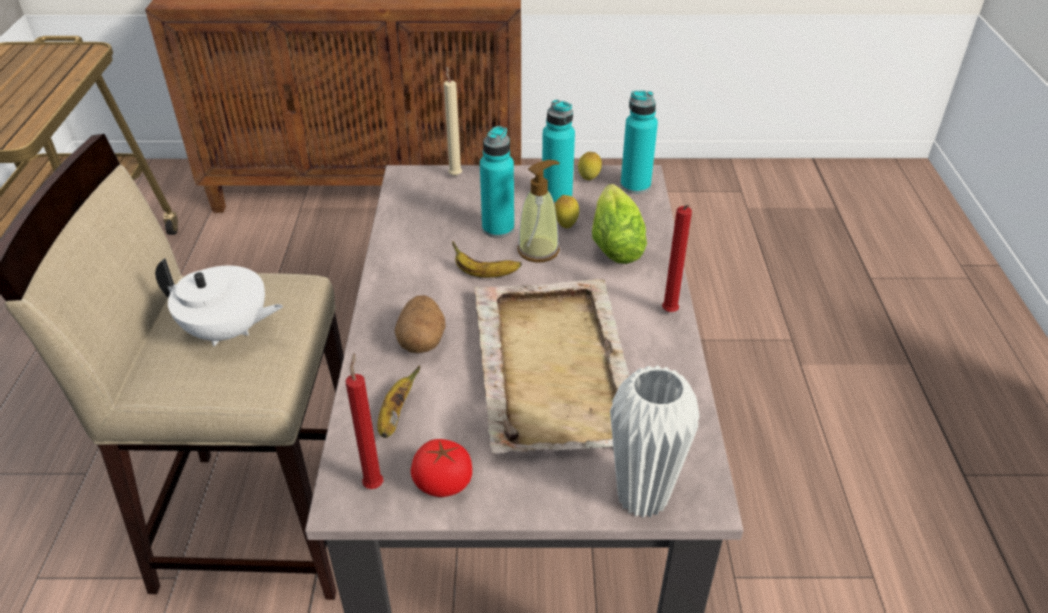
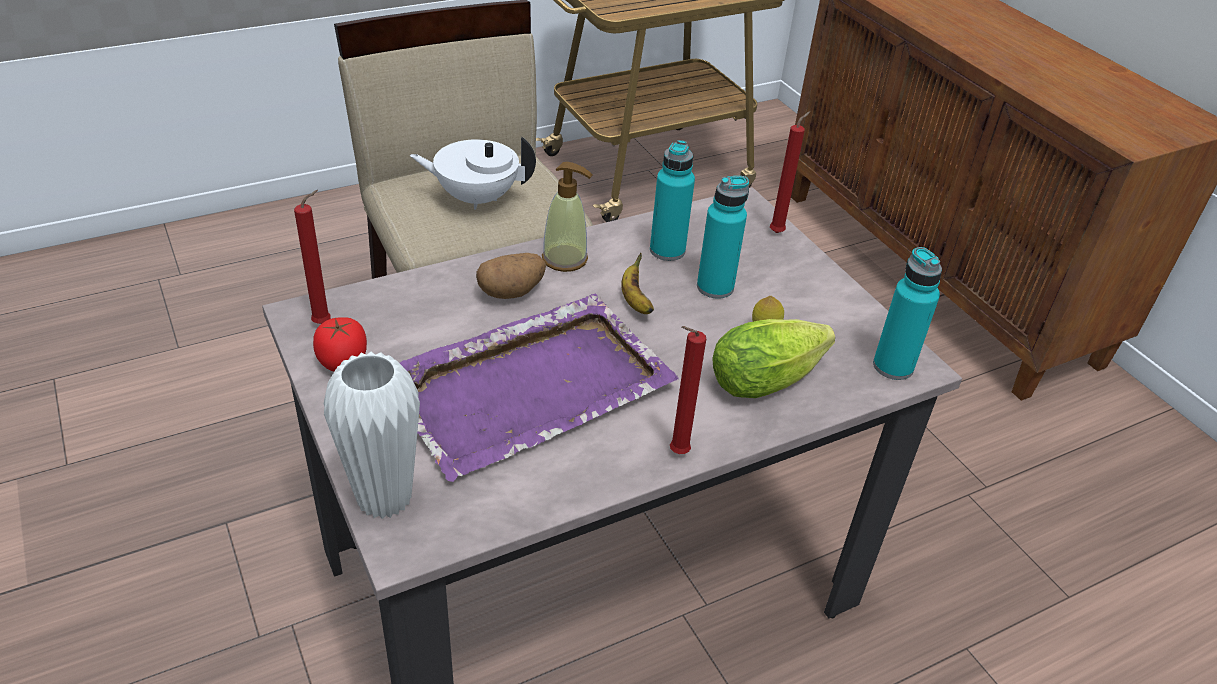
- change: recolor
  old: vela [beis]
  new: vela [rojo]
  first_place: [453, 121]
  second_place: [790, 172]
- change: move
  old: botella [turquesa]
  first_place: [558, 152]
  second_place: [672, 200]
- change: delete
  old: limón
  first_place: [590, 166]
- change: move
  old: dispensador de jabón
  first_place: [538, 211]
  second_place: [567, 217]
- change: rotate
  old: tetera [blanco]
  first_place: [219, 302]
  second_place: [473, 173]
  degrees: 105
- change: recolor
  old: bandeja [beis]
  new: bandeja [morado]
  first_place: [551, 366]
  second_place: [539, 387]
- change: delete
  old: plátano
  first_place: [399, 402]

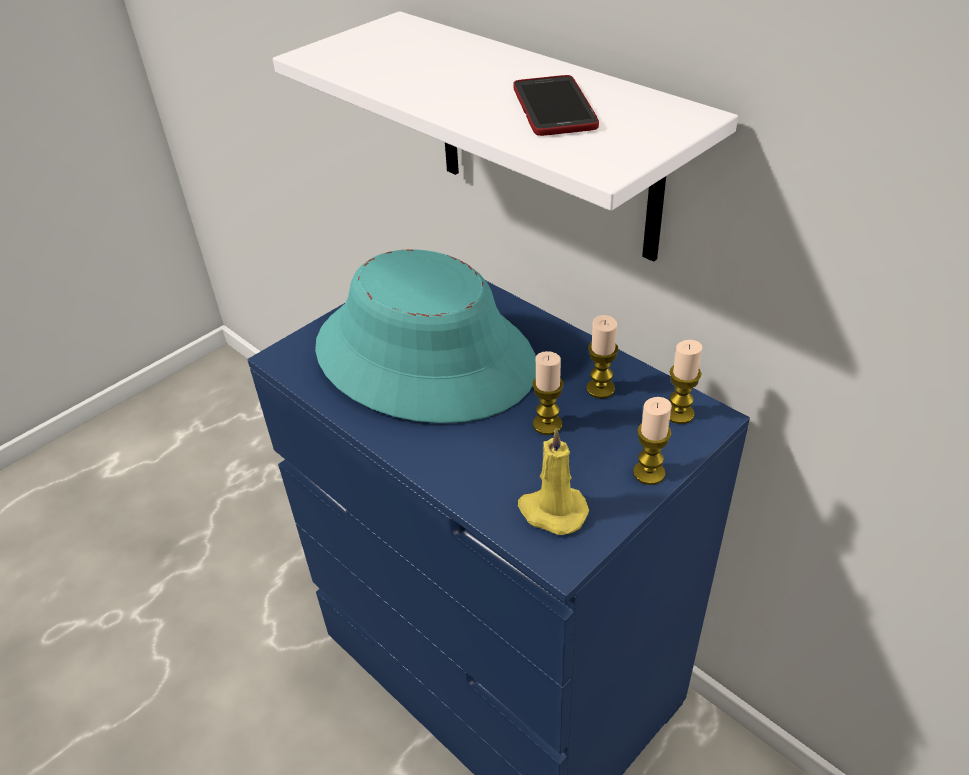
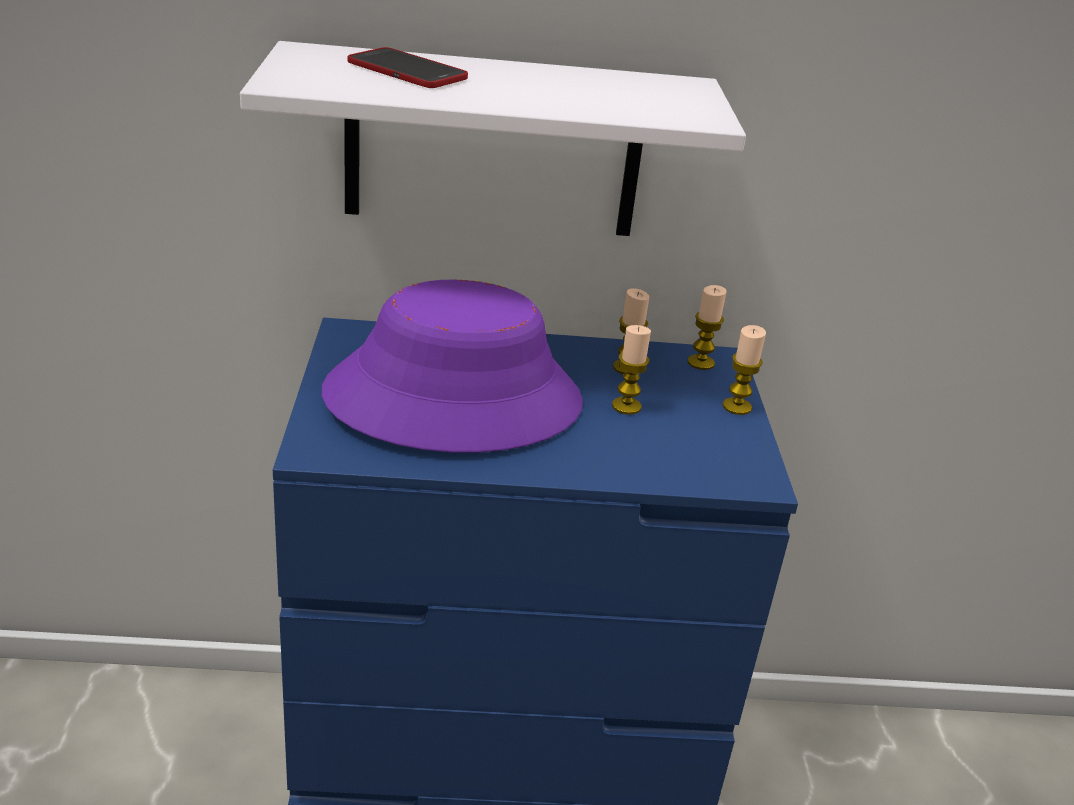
- change: move
  old: móvil
  first_place: [556, 105]
  second_place: [407, 67]
- change: recolor
  old: sombrero [turquesa]
  new: sombrero [morado]
  first_place: [425, 336]
  second_place: [452, 366]
- change: delete
  old: vela [amarillo]
  first_place: [553, 481]

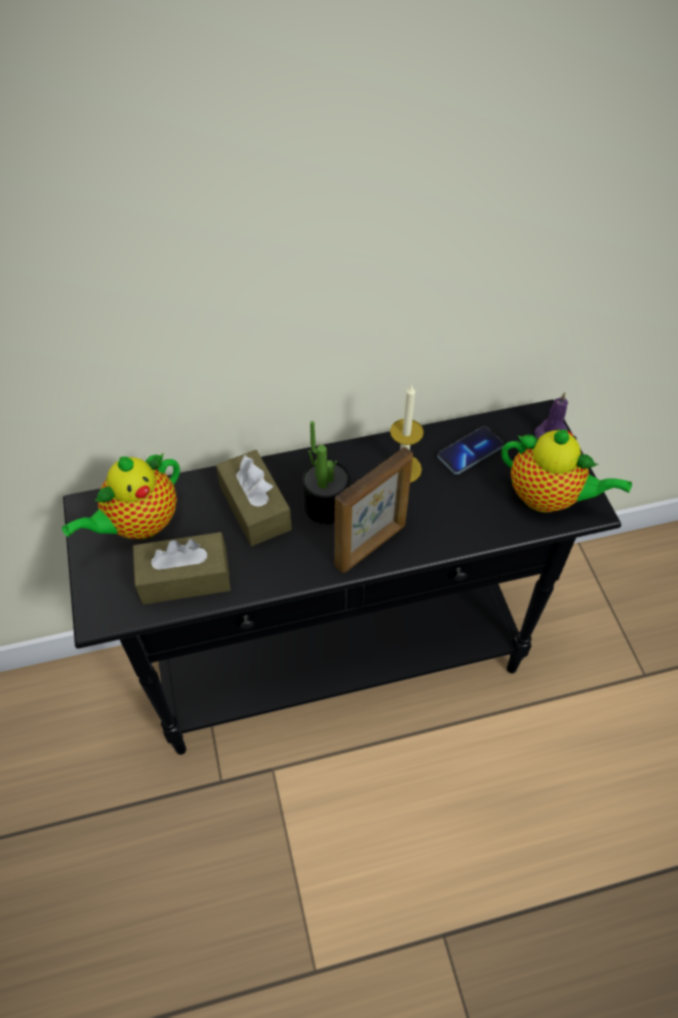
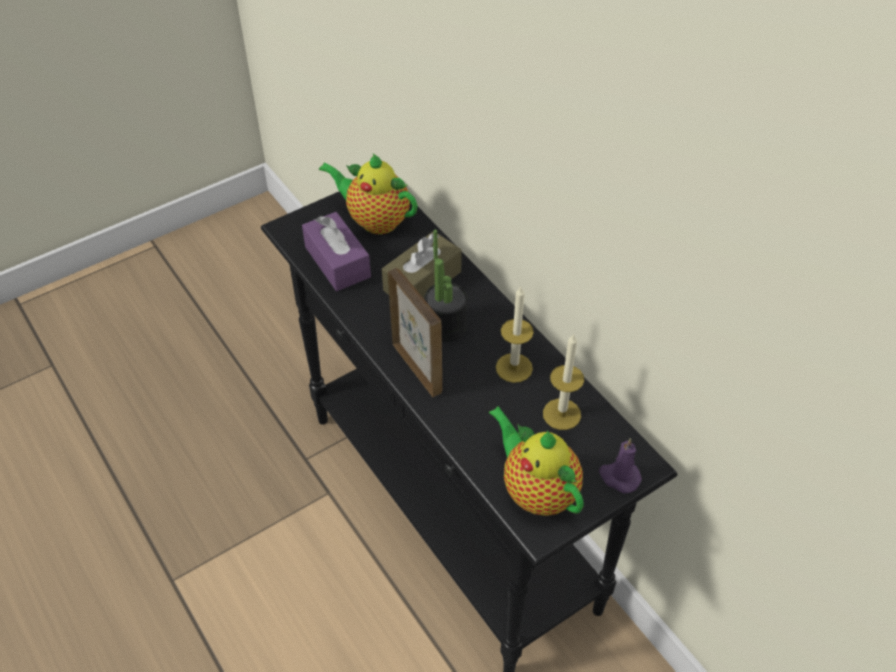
- change: replace
  old: móvil
  new: vela
  first_place: [470, 450]
  second_place: [563, 381]
- change: rotate
  old: tetera
  first_place: [566, 470]
  second_place: [536, 461]
  degrees: 135
- change: rotate
  old: portarretratos
  first_place: [373, 510]
  second_place: [415, 332]
  degrees: -150
- change: recolor
  old: caja de pañuelos [marrón]
  new: caja de pañuelos [morado]
  first_place: [182, 568]
  second_place: [336, 251]

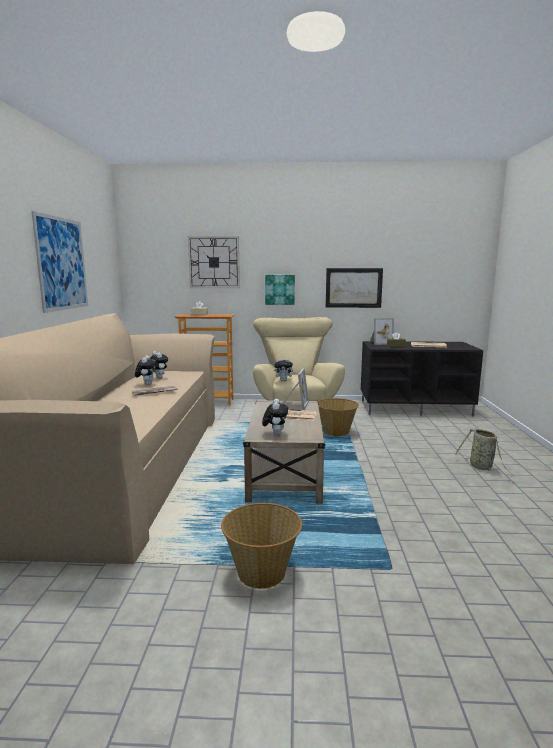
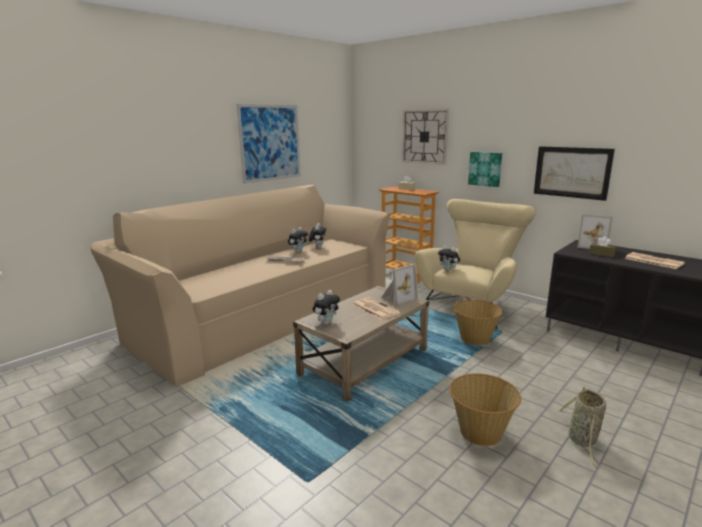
- change: move
  old: cesta
  first_place: [261, 546]
  second_place: [485, 409]

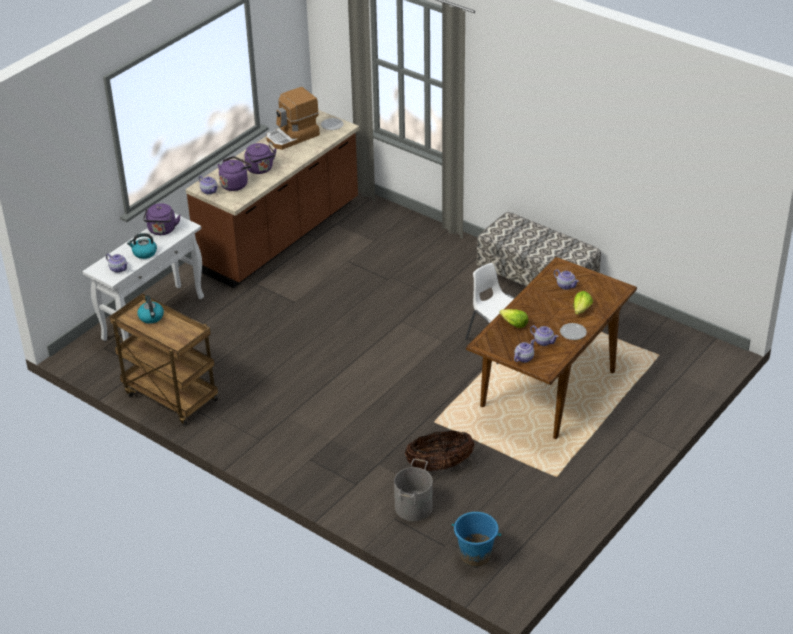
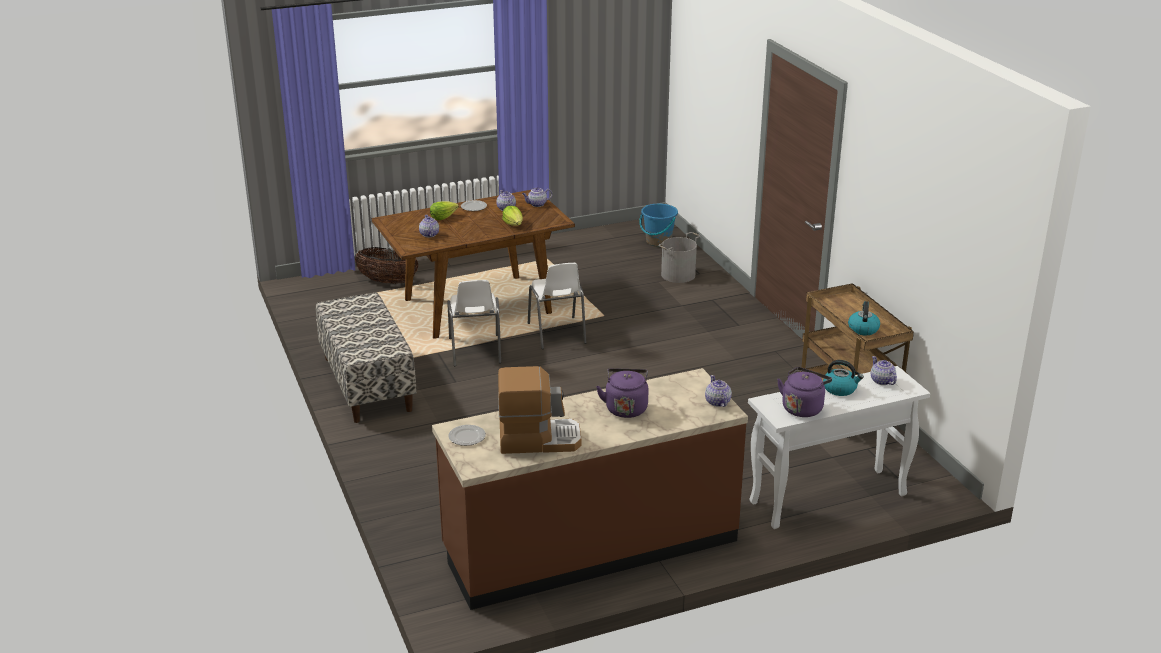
- change: delete
  old: hervidor [morado]
  first_place: [235, 173]
- change: move
  old: cesta
  first_place: [440, 450]
  second_place: [386, 265]
- change: insert
  new: silla [blanco]
  second_place: [557, 306]

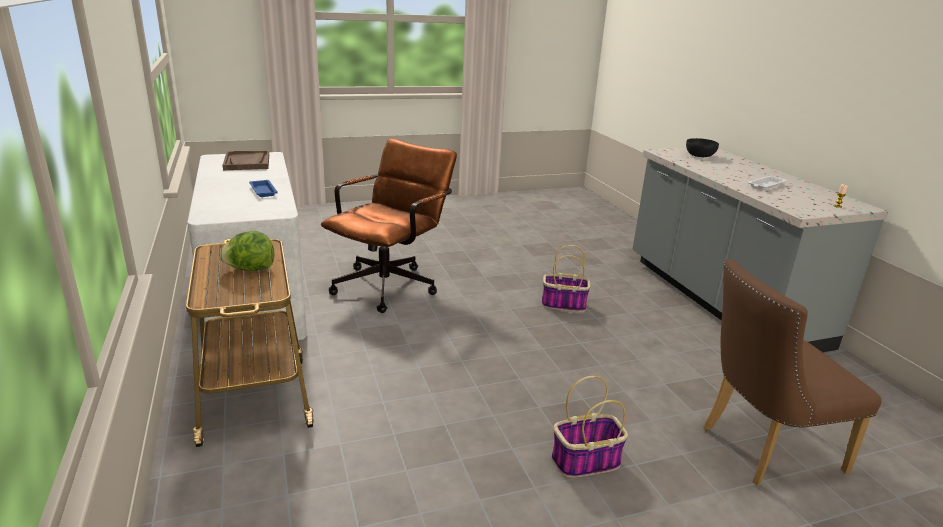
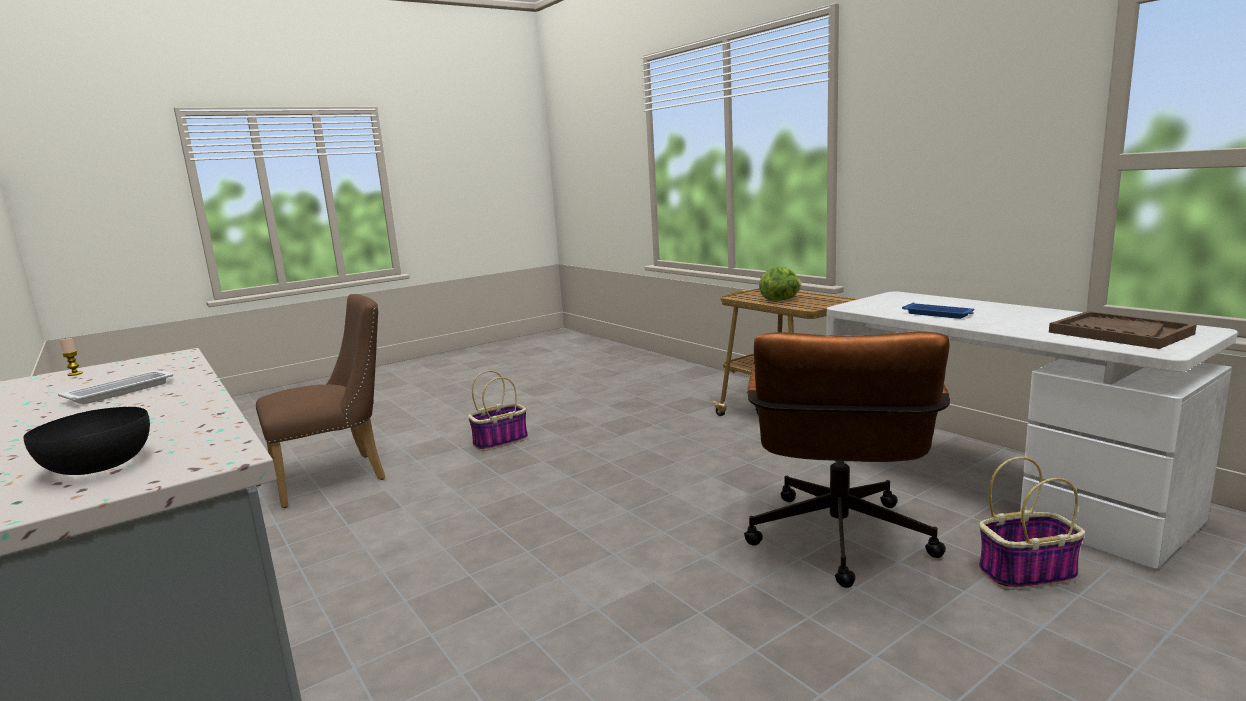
- change: move
  old: cesta
  first_place: [566, 278]
  second_place: [1032, 523]

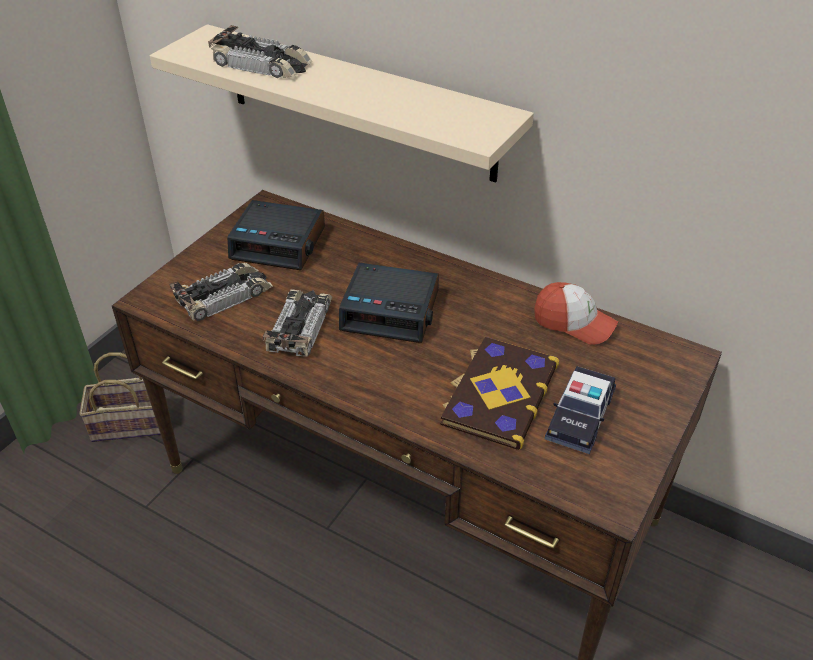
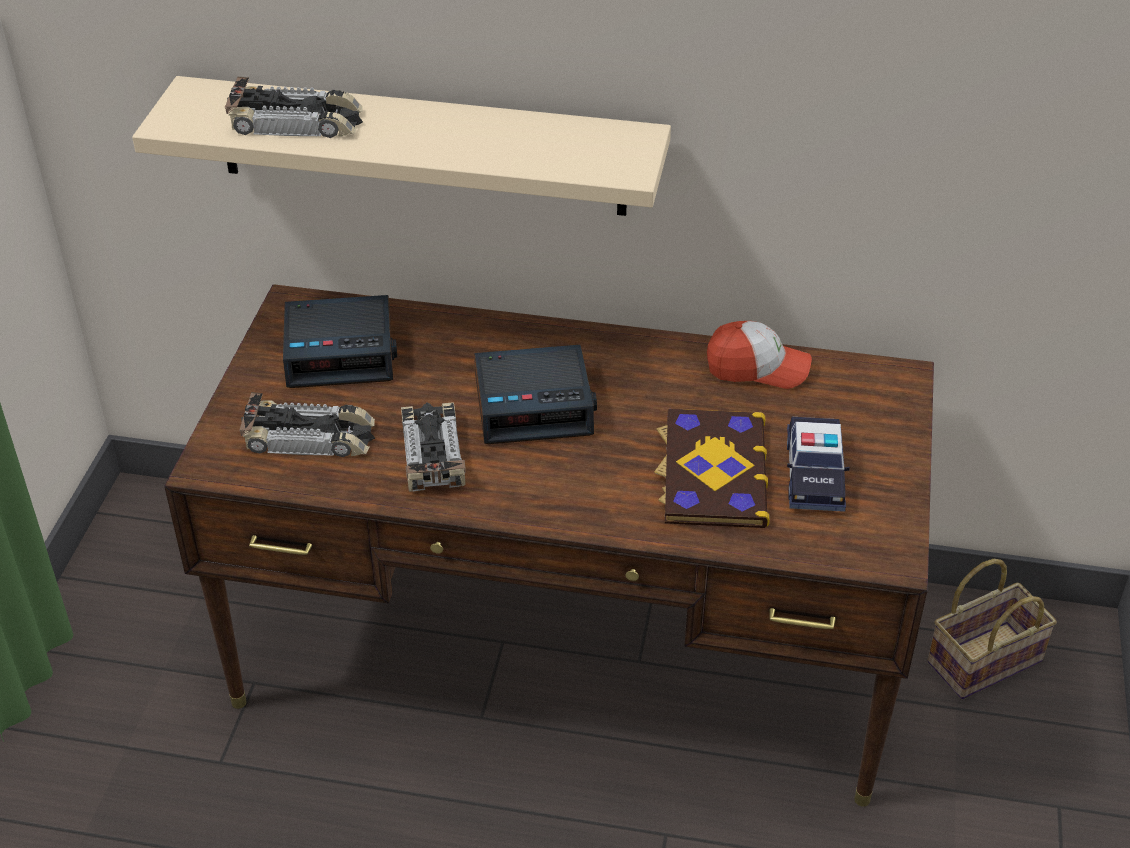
- change: rotate
  old: coche de juguete
  first_place: [221, 292]
  second_place: [307, 424]
  degrees: 60
- change: move
  old: cesta
  first_place: [120, 397]
  second_place: [992, 629]

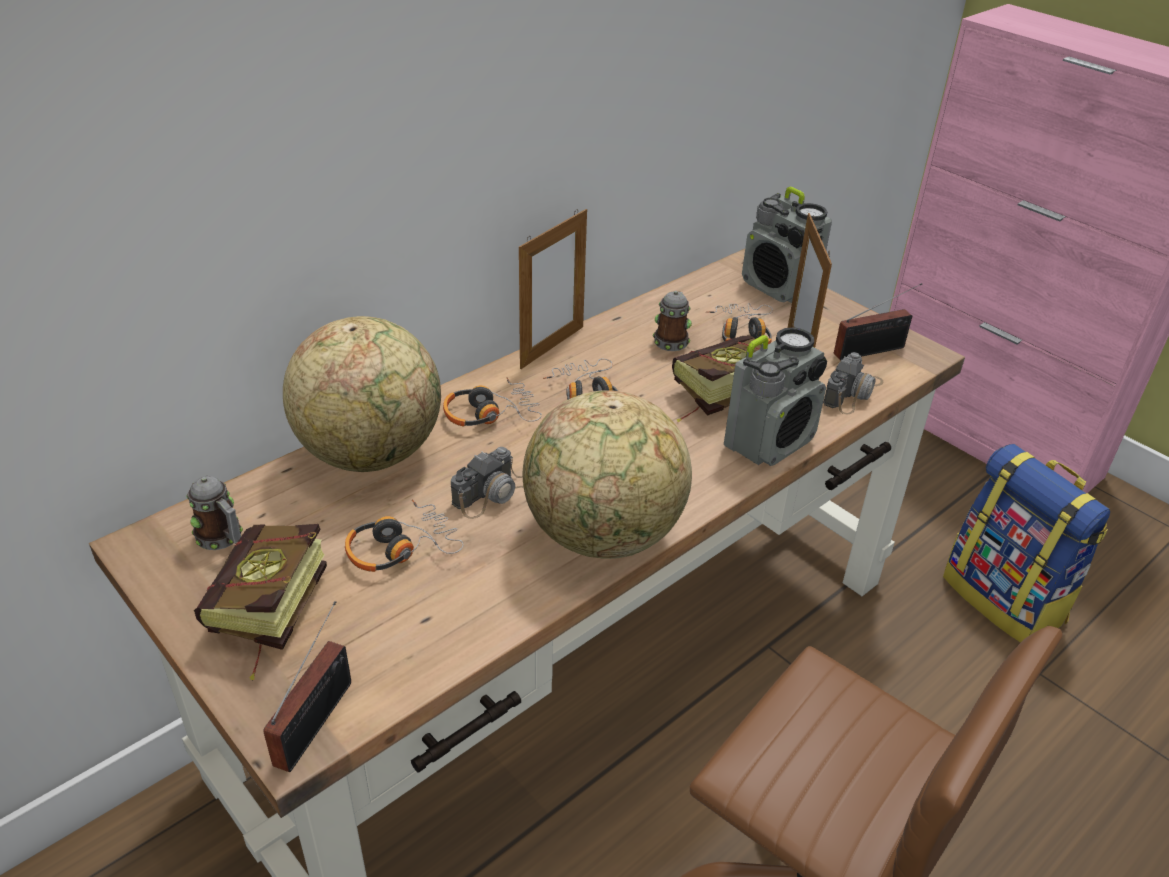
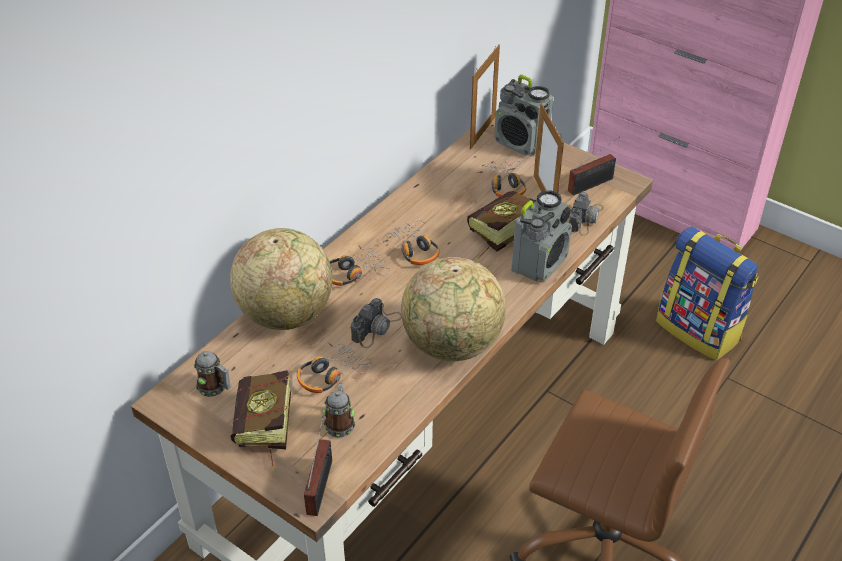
- change: move
  old: portarretratos
  first_place: [553, 289]
  second_place: [485, 97]
- change: move
  old: taza grande
  first_place: [672, 321]
  second_place: [339, 411]

